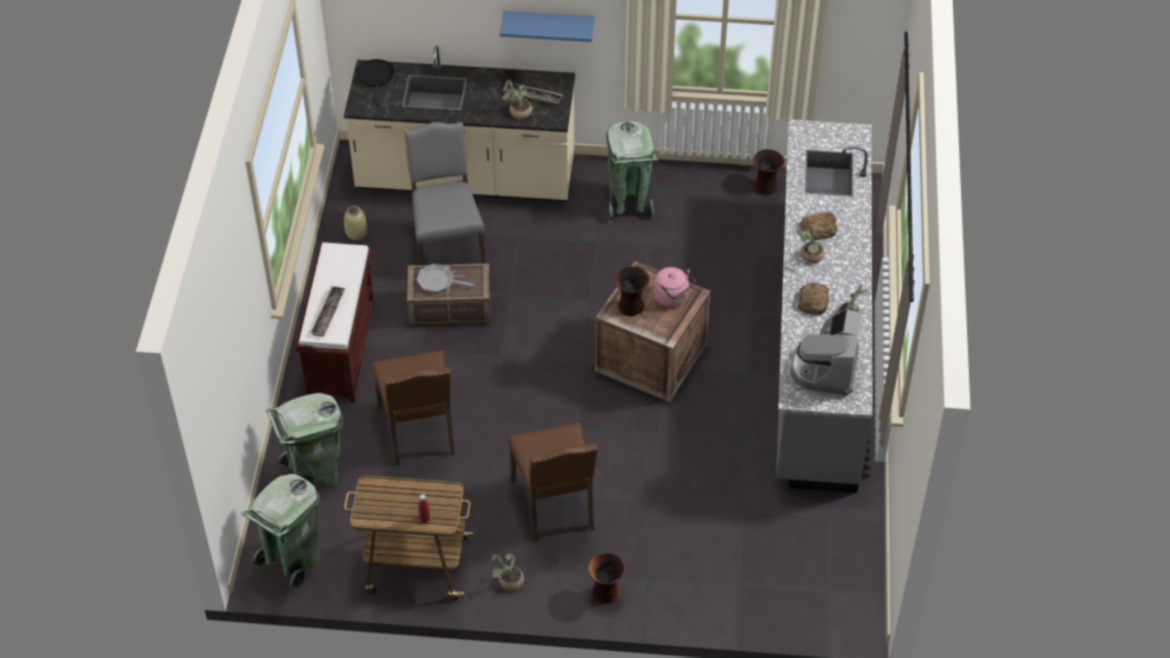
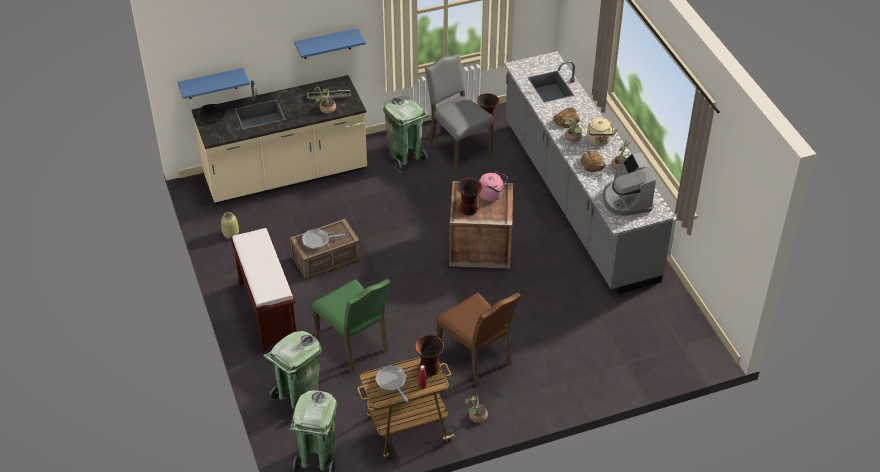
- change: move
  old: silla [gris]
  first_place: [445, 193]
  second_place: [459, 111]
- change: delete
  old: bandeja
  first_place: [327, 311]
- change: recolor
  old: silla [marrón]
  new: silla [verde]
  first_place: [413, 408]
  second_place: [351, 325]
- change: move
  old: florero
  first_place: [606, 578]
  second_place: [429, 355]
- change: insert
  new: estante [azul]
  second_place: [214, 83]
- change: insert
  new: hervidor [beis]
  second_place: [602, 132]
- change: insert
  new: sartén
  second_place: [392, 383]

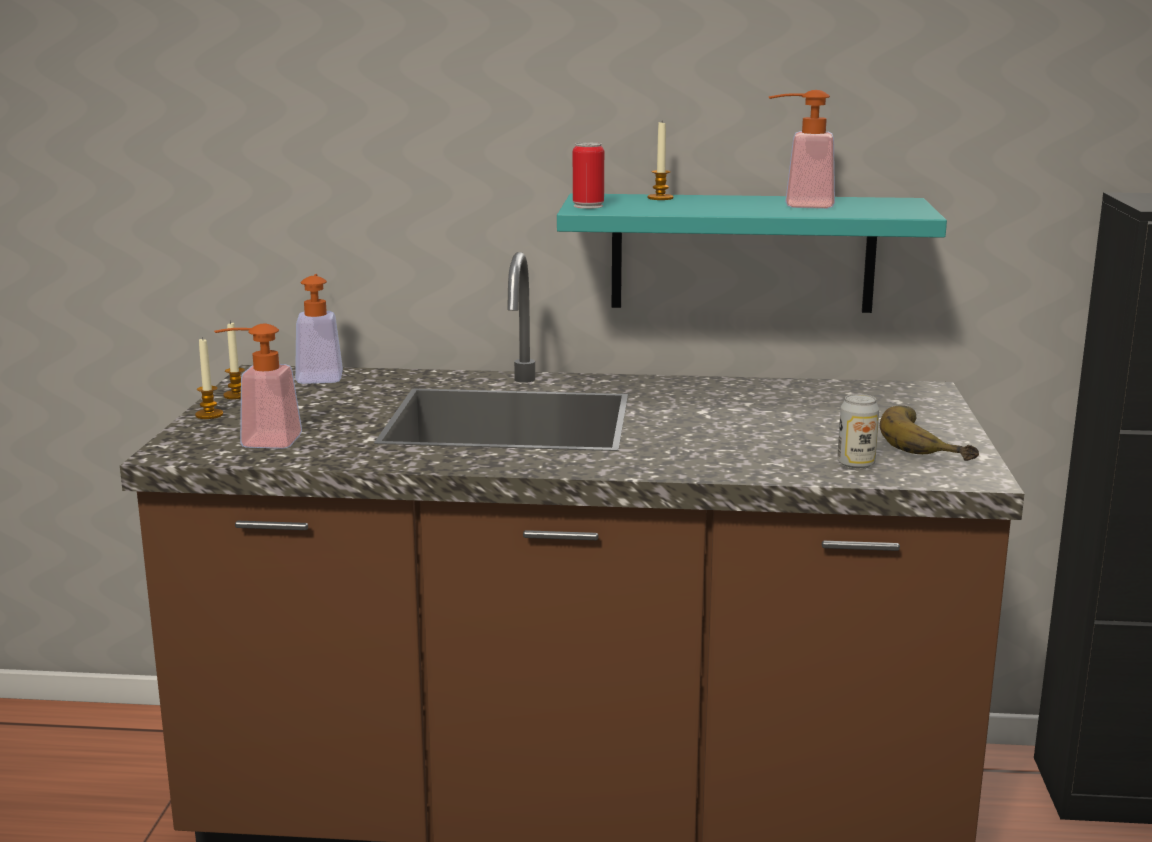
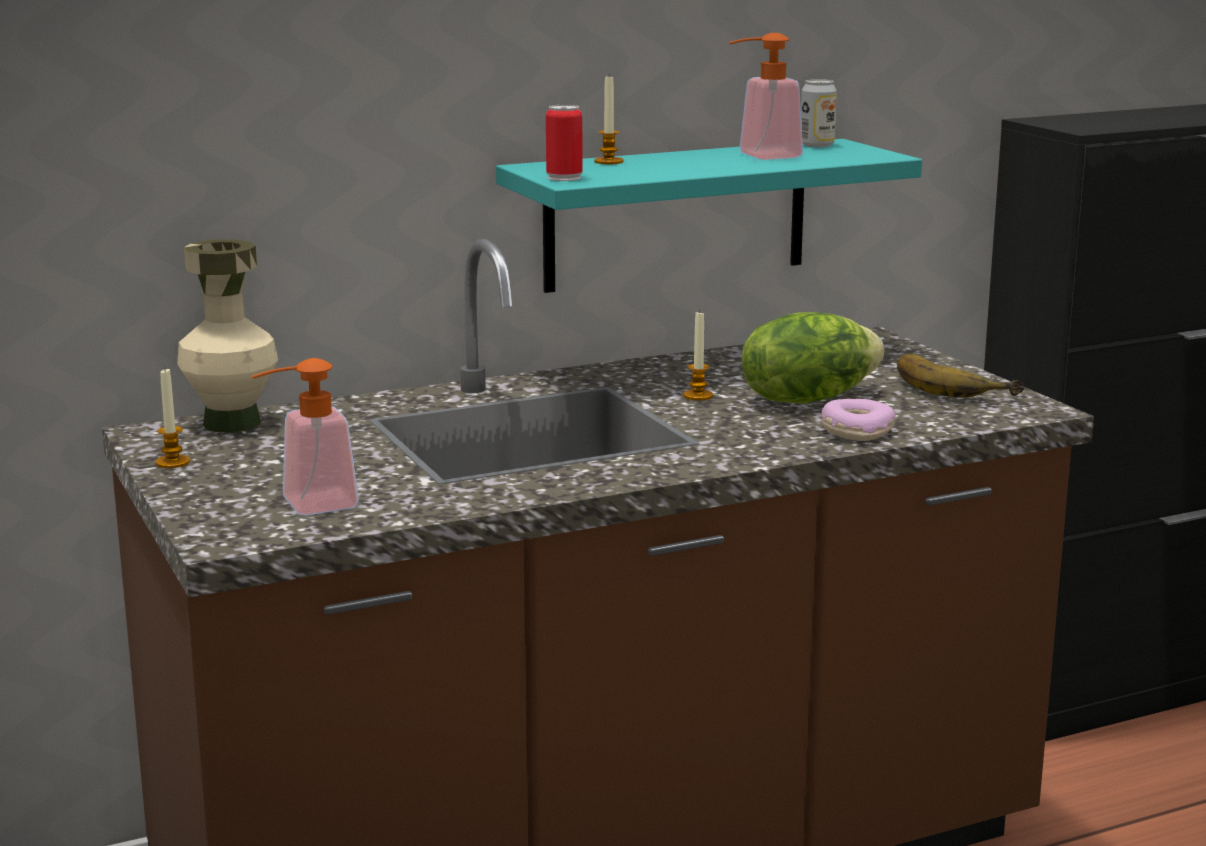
- change: replace
  old: dispensador de jabón
  new: florero [beis]
  first_place: [319, 329]
  second_place: [227, 336]
- change: move
  old: vela
  first_place: [209, 378]
  second_place: [698, 355]
- change: move
  old: lata
  first_place: [858, 431]
  second_place: [819, 113]
- change: insert
  new: lechuga
  second_place: [813, 358]
- change: insert
  new: rosquilla
  second_place: [858, 420]

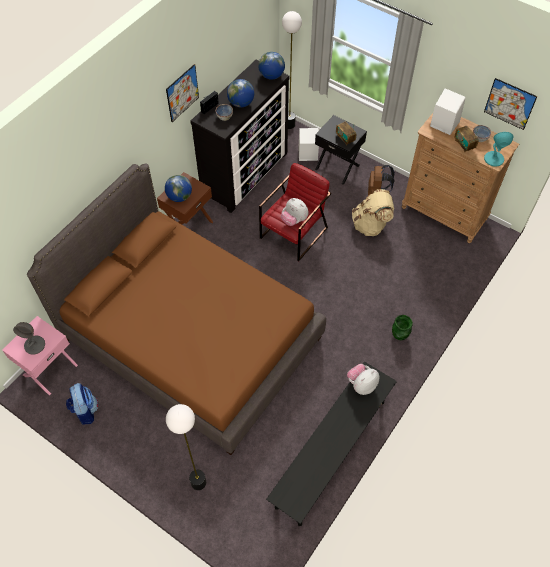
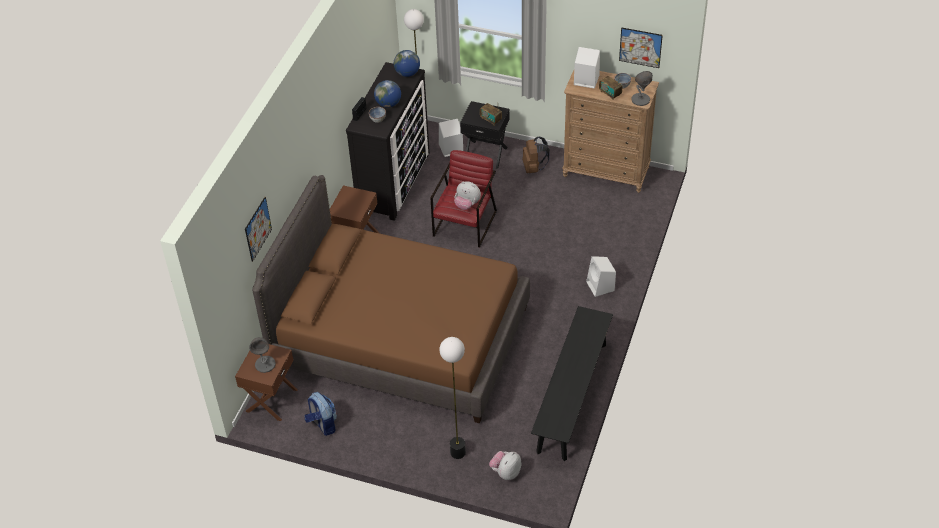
- change: move
  old: cuadro
  first_place: [182, 93]
  second_place: [258, 229]
- change: recolor
  old: lámpara de mesa [turquesa]
  new: lámpara de mesa [gris]
  first_place: [499, 149]
  second_place: [641, 88]
- change: delete
  old: globo terráqueo
  first_place: [178, 188]
- change: delete
  old: mochila [beis]
  first_place: [373, 212]
- change: replace
  old: florero [verde]
  new: altavoz [blanco]
  first_place: [402, 327]
  second_place: [601, 276]
- change: recolor
  old: mesita de noche [rosa]
  new: mesita de noche [marrón]
  first_place: [40, 355]
  second_place: [266, 382]
- change: move
  old: peluche
  first_place: [363, 379]
  second_place: [505, 465]

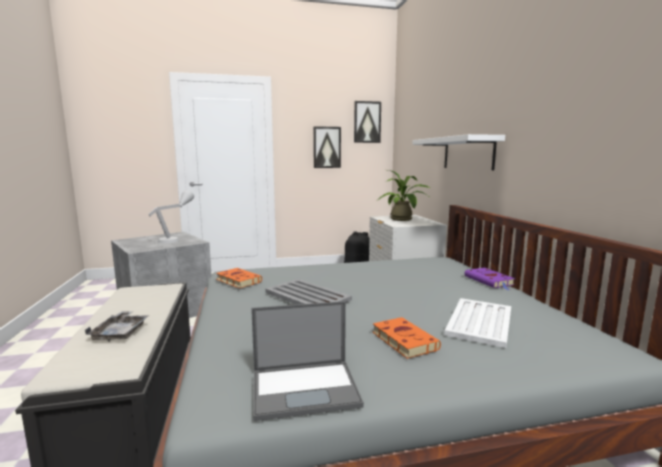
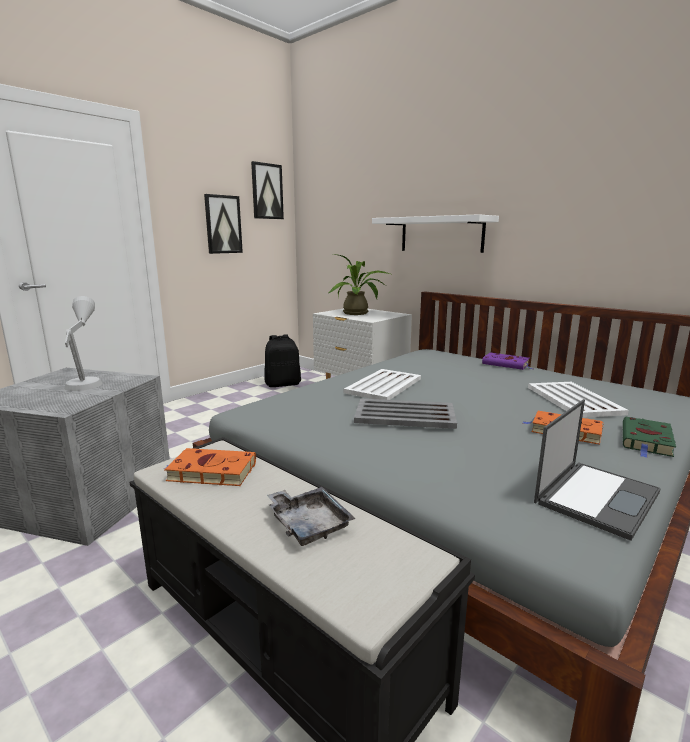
- change: move
  old: libro [naranja]
  first_place: [239, 278]
  second_place: [210, 467]
- change: insert
  new: bandeja [blanco]
  second_place: [382, 384]
- change: insert
  new: libro [verde]
  second_place: [649, 437]

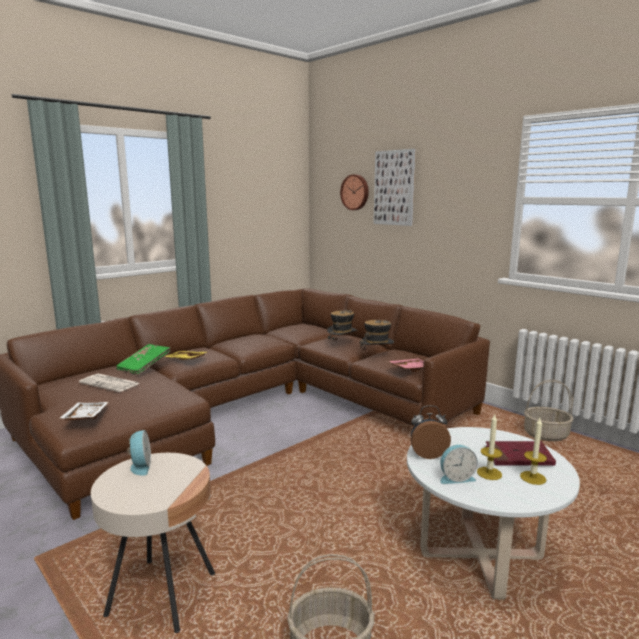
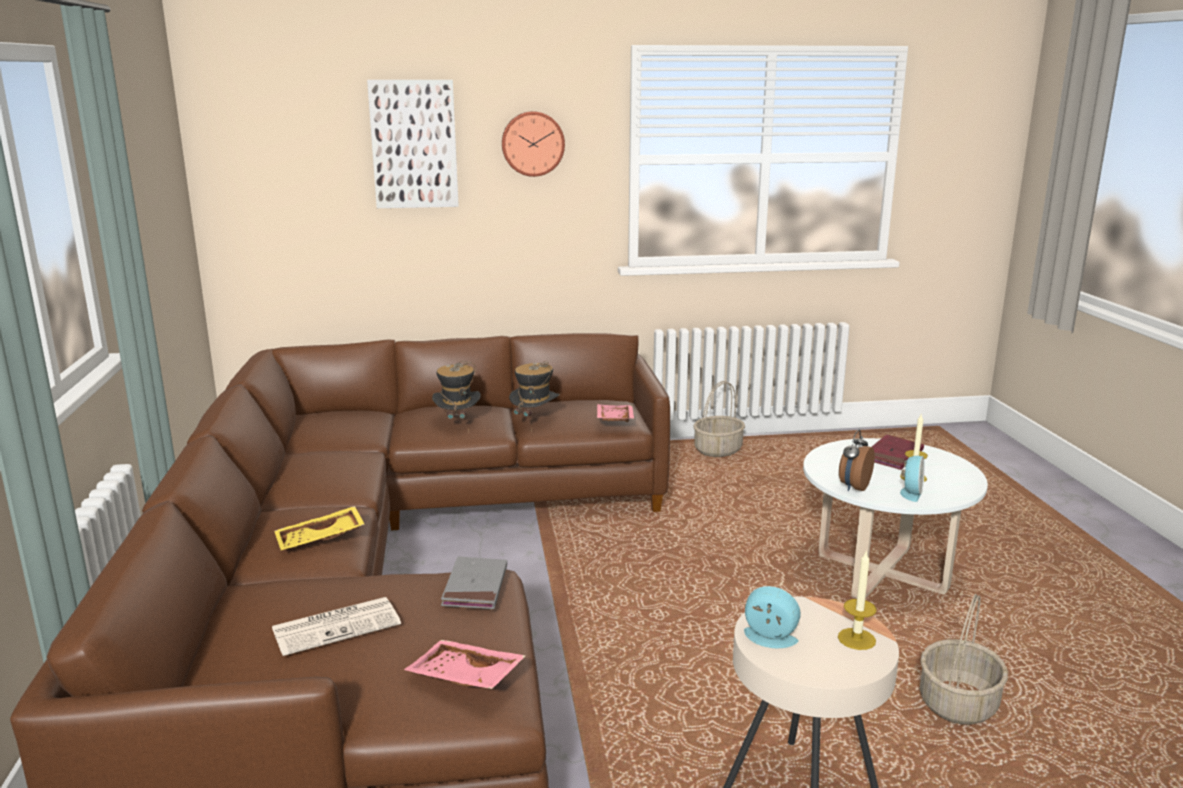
- change: move
  old: reloj de pared
  first_place: [354, 192]
  second_place: [533, 144]
- change: delete
  old: libro [verde]
  first_place: [143, 359]
- change: recolor
  old: bandeja [blanco]
  new: bandeja [rosa]
  first_place: [83, 411]
  second_place: [465, 664]
- change: move
  old: vela
  first_place: [533, 451]
  second_place: [857, 601]
- change: insert
  new: libro [gris]
  second_place: [474, 582]

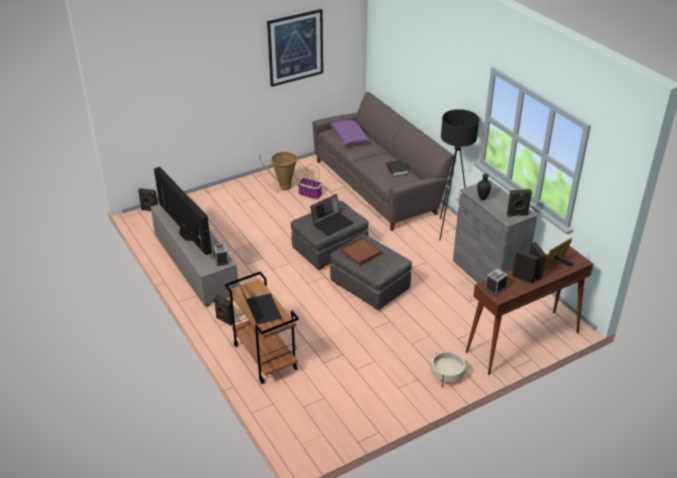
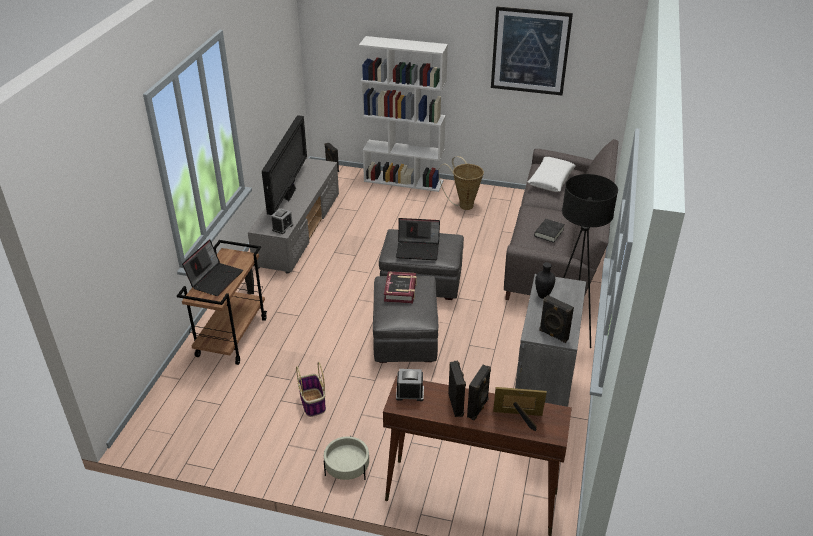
- change: recolor
  old: cojín [morado]
  new: cojín [blanco]
  first_place: [350, 133]
  second_place: [552, 174]
- change: move
  old: cesta
  first_place: [310, 181]
  second_place: [311, 389]
- change: replace
  old: bandeja [marrón]
  new: libro
  first_place: [361, 251]
  second_place: [400, 287]
- change: insert
  new: estantería [blanco]
  second_place: [403, 114]

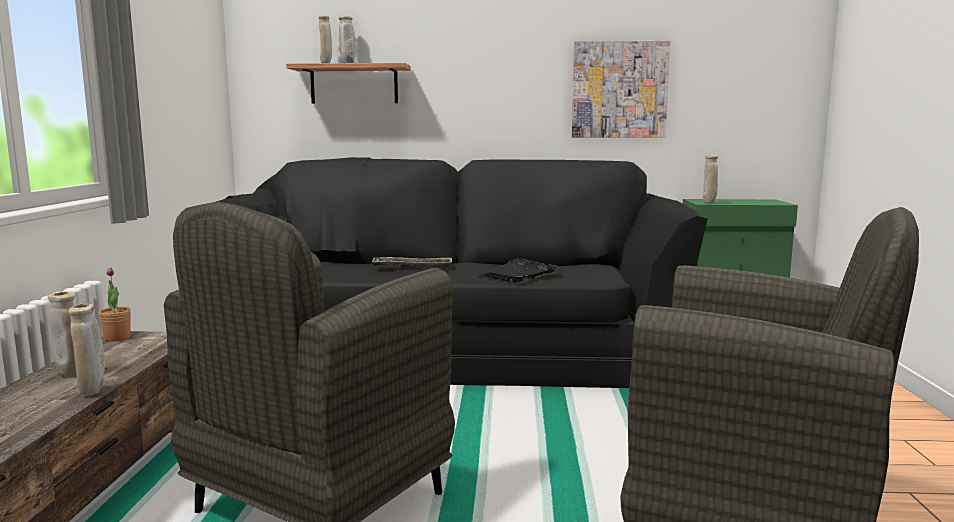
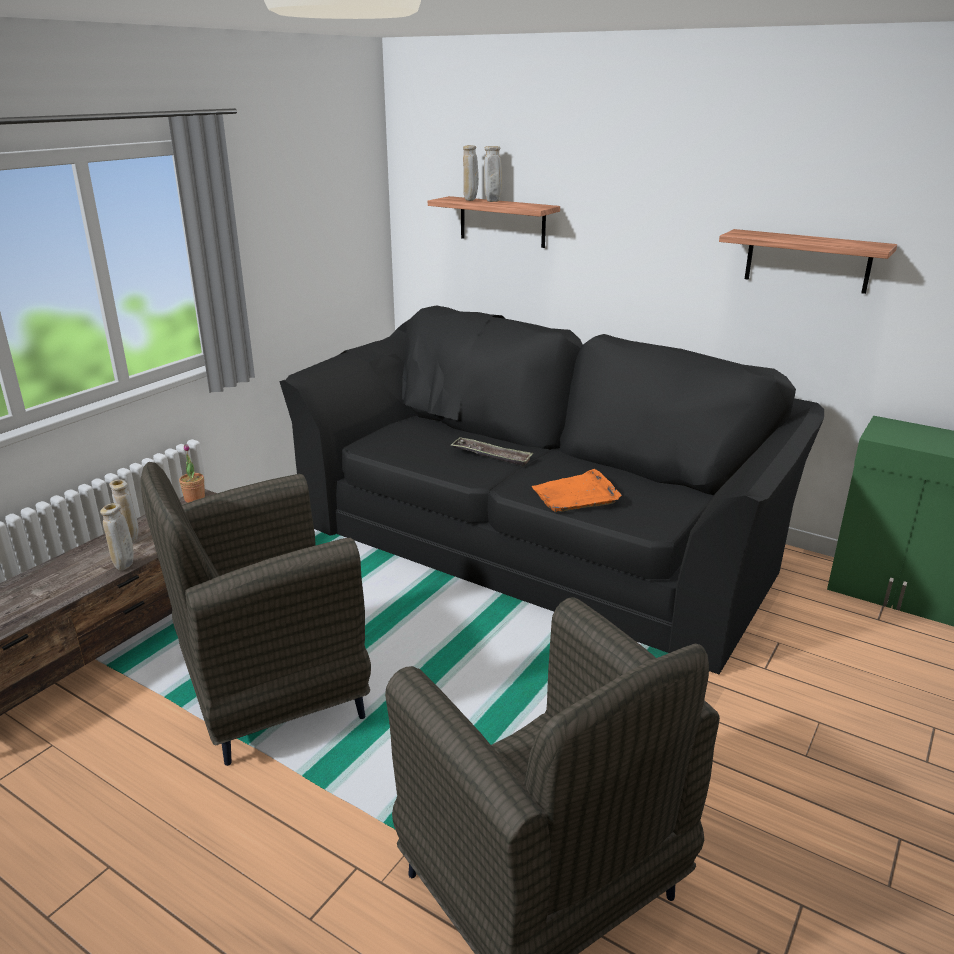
- change: replace
  old: cuadro
  new: estante
  first_place: [621, 89]
  second_place: [808, 261]
- change: delete
  old: florero [beis]
  first_place: [710, 179]
- change: recolor
  old: bandeja [negro]
  new: bandeja [naranja]
  first_place: [518, 270]
  second_place: [576, 490]

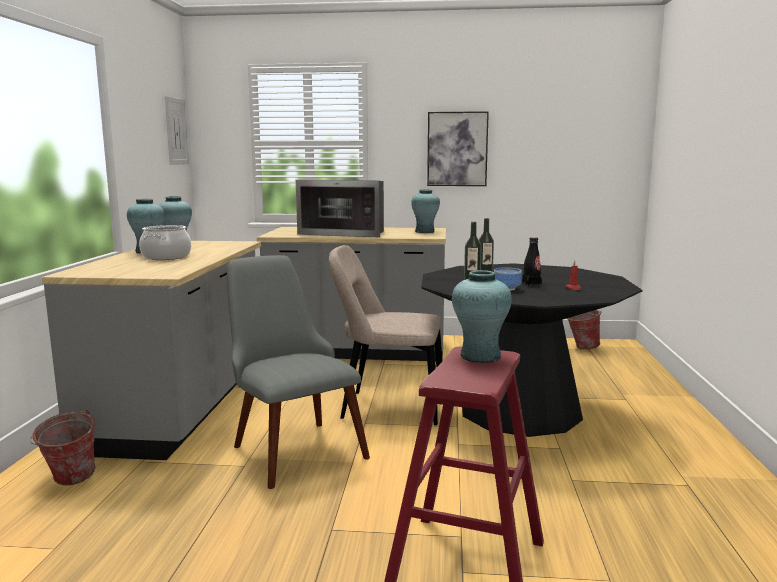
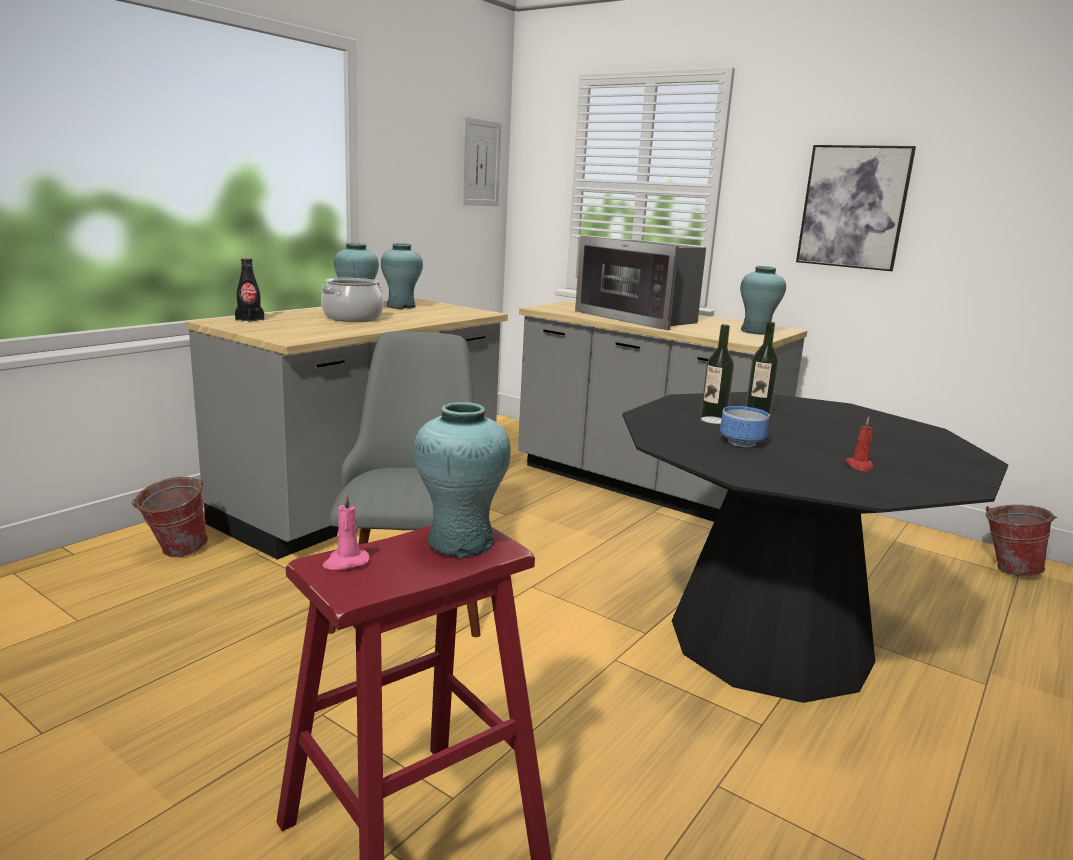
- change: move
  old: botella [negro]
  first_place: [532, 261]
  second_place: [249, 290]
- change: delete
  old: silla [beis]
  first_place: [385, 335]
- change: insert
  new: vela [rosa]
  second_place: [346, 531]

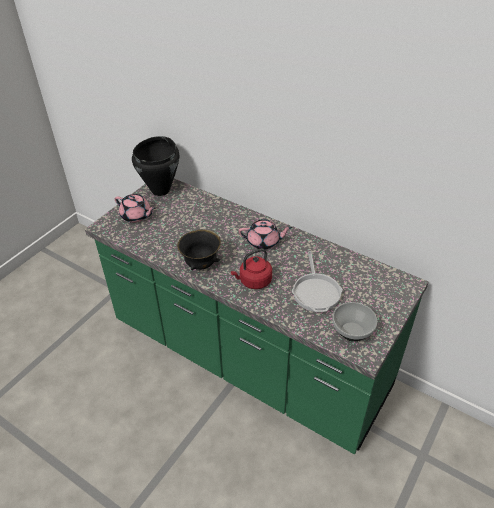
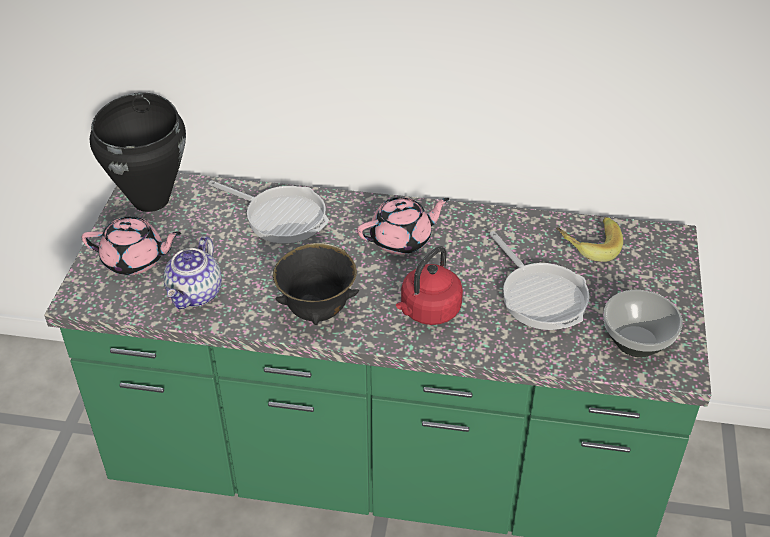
- change: insert
  new: sartén
  second_place: [268, 212]
- change: insert
  new: plátano
  second_place: [589, 239]
- change: insert
  new: tetera
  second_place: [192, 272]

